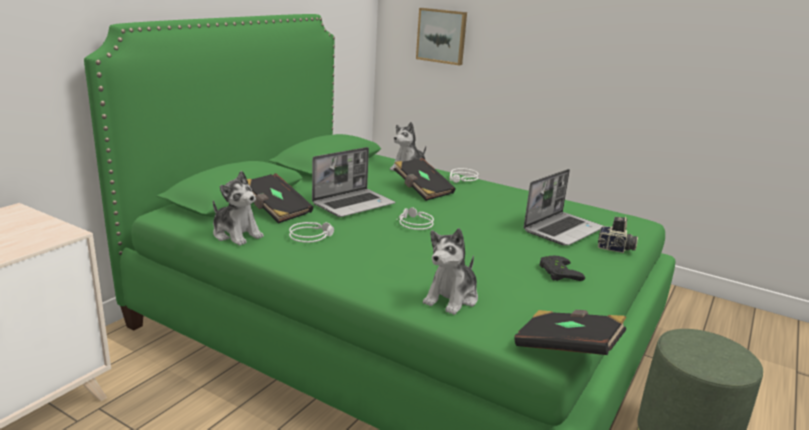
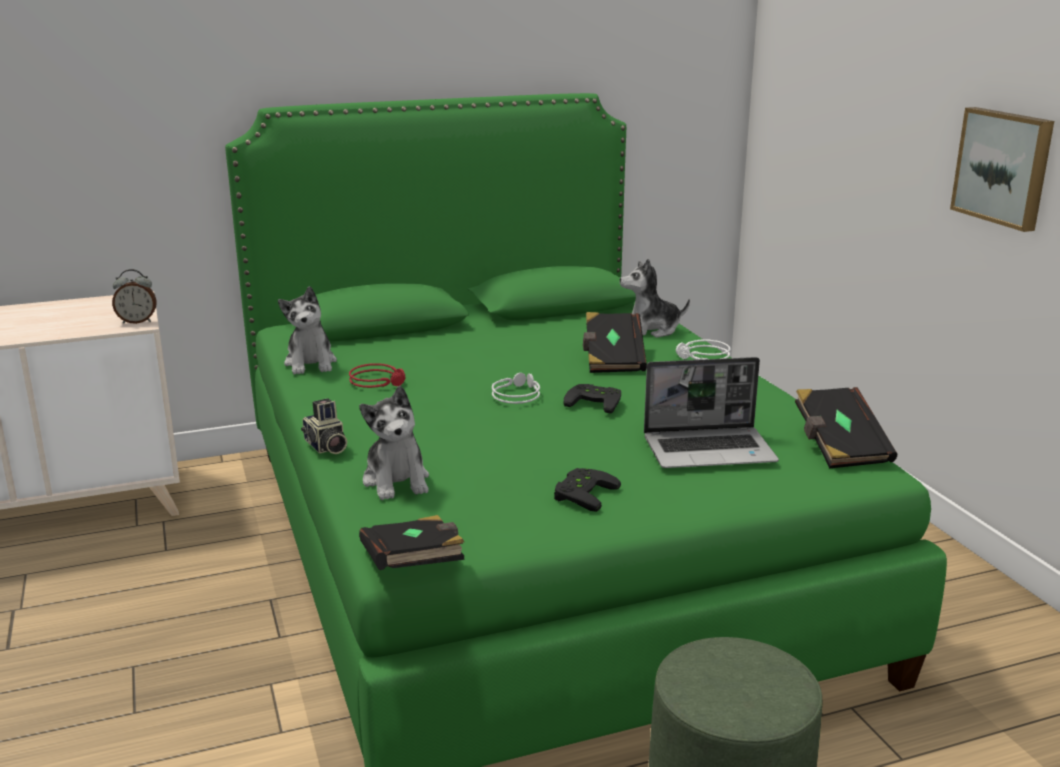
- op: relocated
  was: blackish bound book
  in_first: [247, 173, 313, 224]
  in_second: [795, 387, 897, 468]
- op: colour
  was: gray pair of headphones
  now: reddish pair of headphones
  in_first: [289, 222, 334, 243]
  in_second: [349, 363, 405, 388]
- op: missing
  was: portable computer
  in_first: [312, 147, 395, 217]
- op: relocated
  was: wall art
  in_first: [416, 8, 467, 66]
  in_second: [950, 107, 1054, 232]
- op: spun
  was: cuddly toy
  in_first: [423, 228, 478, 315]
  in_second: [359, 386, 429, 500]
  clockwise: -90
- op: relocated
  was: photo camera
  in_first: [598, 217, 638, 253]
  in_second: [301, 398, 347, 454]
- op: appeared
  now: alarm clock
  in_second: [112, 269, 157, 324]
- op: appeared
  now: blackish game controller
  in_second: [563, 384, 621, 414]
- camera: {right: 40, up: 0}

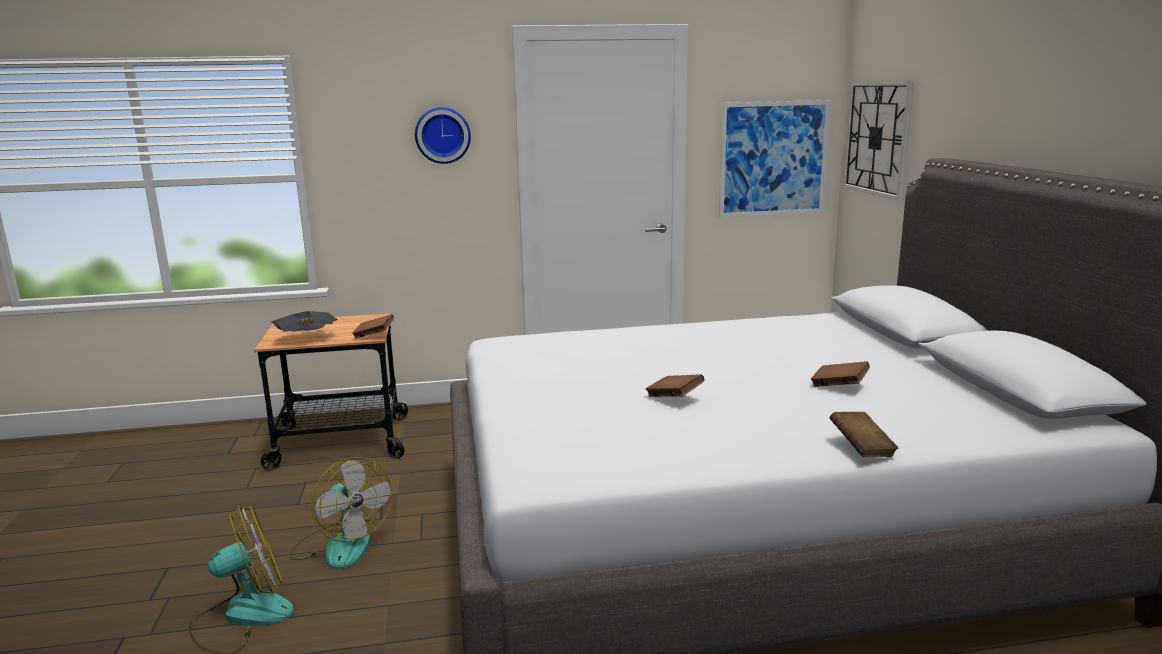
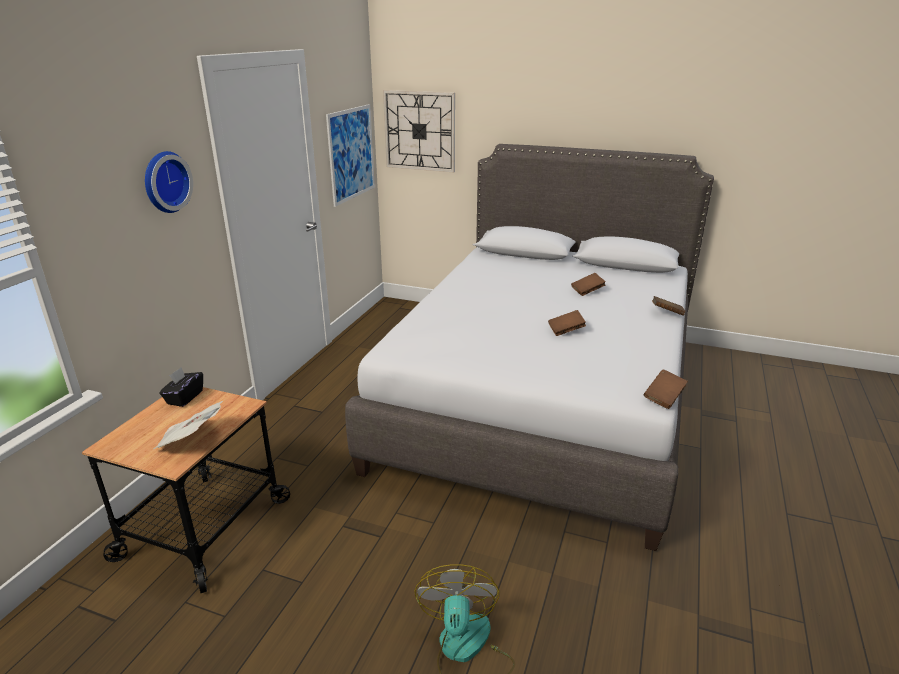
- op: missing
  was: cooling fan
  in_first: [289, 457, 392, 569]
- op: relocated
  was: brownish bound book
  in_first: [352, 314, 394, 339]
  in_second: [644, 369, 688, 409]
- op: appeared
  now: blackish tissue box
  in_second: [159, 367, 203, 407]
- camera: {right: -60, up: 10}

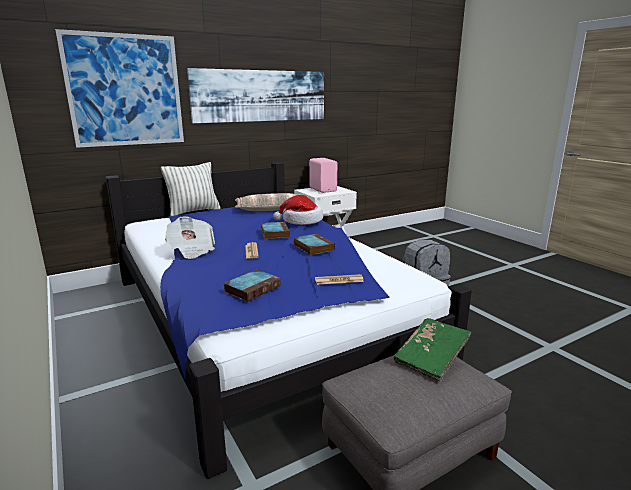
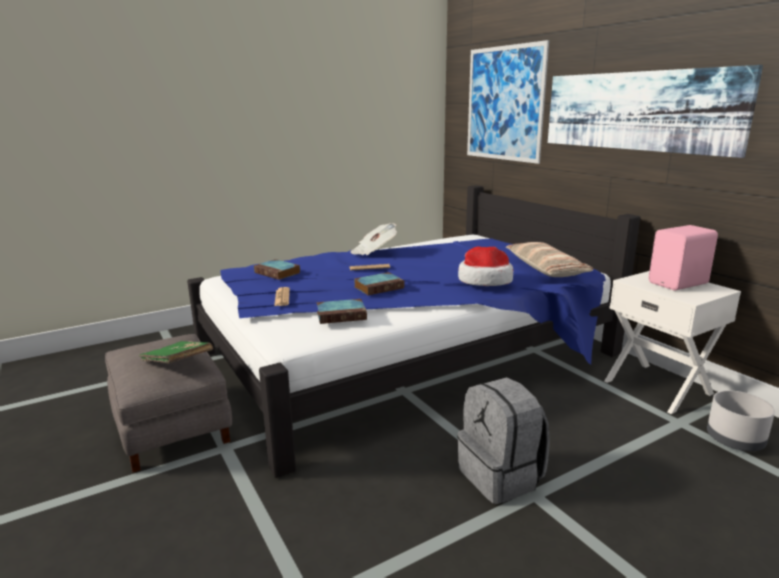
- op: missing
  was: cushion
  in_first: [161, 162, 221, 217]
- op: relocated
  was: bound book
  in_first: [261, 222, 290, 239]
  in_second: [317, 299, 367, 324]
- op: appeared
  now: gray plant pot
  in_second: [707, 390, 775, 451]
- camera: {right: 90, up: 0}

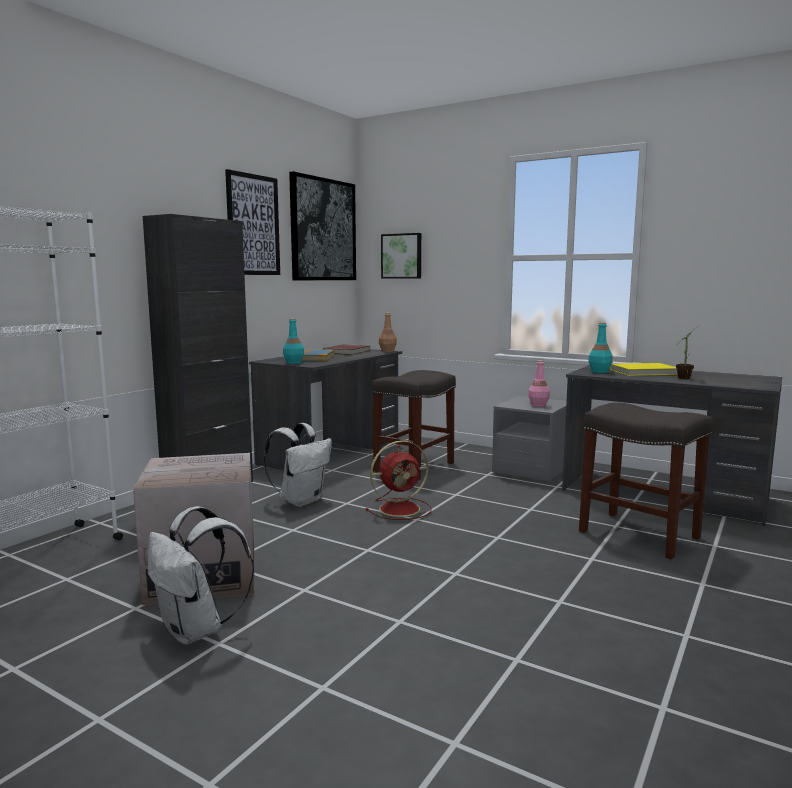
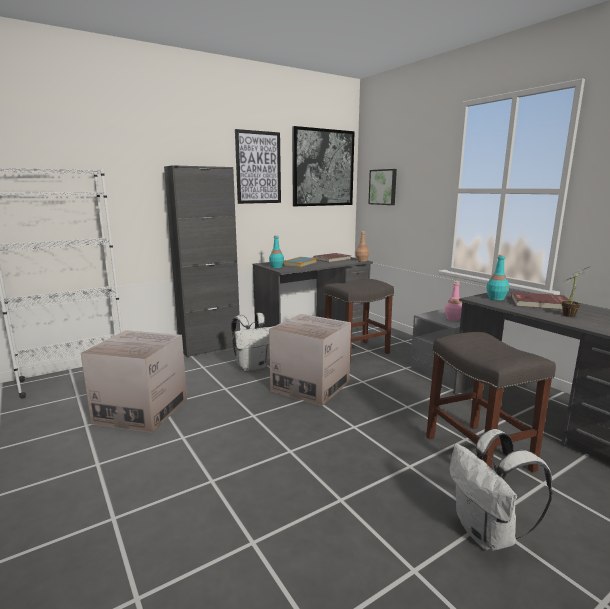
- op: relocated
  was: white-coloured knapsack
  in_first: [147, 506, 254, 645]
  in_second: [449, 429, 553, 551]
- op: exchanged
  was: reddish cooling fan
  now: cardboard box
  in_first: [365, 440, 431, 520]
  in_second: [269, 314, 351, 406]
- op: colour
  was: yellow bound book
  now: reddish bound book
  in_first: [610, 363, 678, 376]
  in_second: [511, 292, 569, 310]
- camera: {right: 25, up: 5}

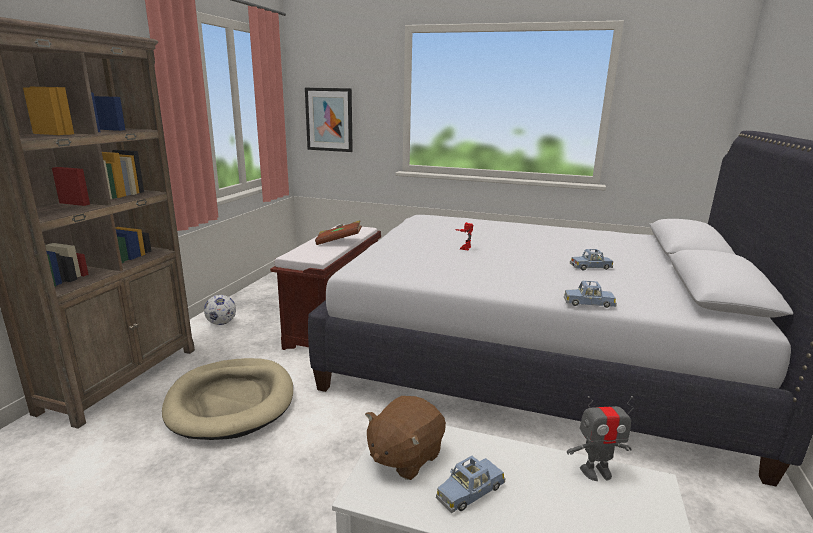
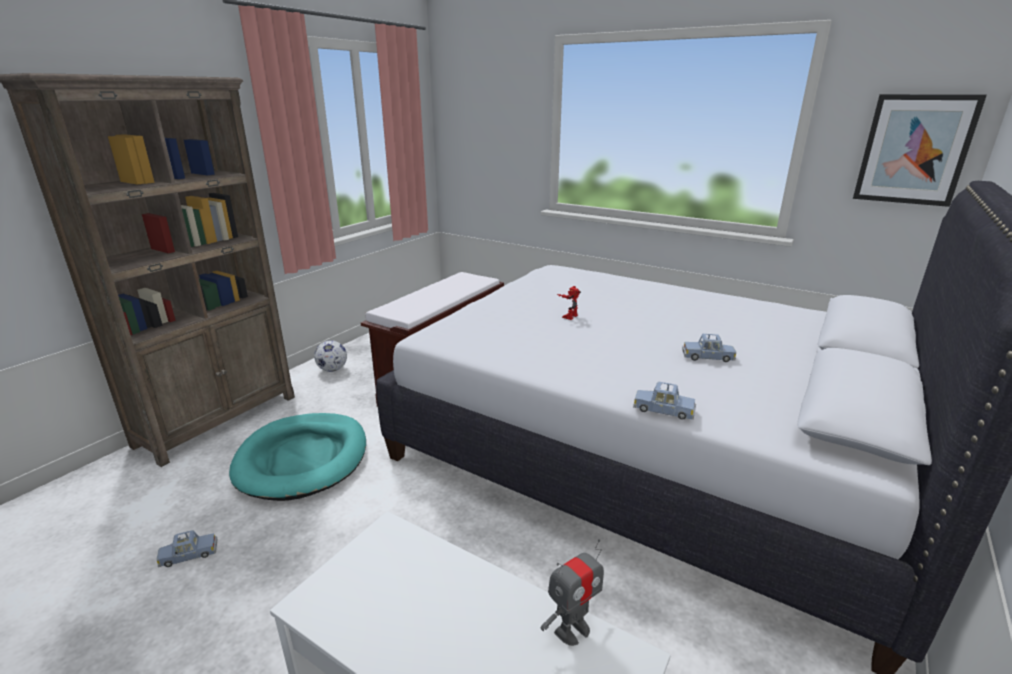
- op: colour
  was: beige dog cushion
  now: blue-green dog cushion
  in_first: [162, 358, 293, 440]
  in_second: [229, 413, 366, 501]
- op: relocated
  was: wall art
  in_first: [305, 88, 353, 152]
  in_second: [853, 94, 987, 207]
- op: missing
  was: brownish bound book
  in_first: [315, 220, 362, 245]
- op: missing
  was: brownish cuddly toy
  in_first: [365, 396, 446, 480]
- op: relocated
  was: blue miniature car
  in_first: [436, 456, 506, 513]
  in_second: [156, 530, 218, 567]
- op: spun
  was: toy robot
  in_first: [567, 396, 634, 481]
  in_second: [541, 539, 604, 646]
  clockwise: -45
- camera: {right: 15, up: 5}

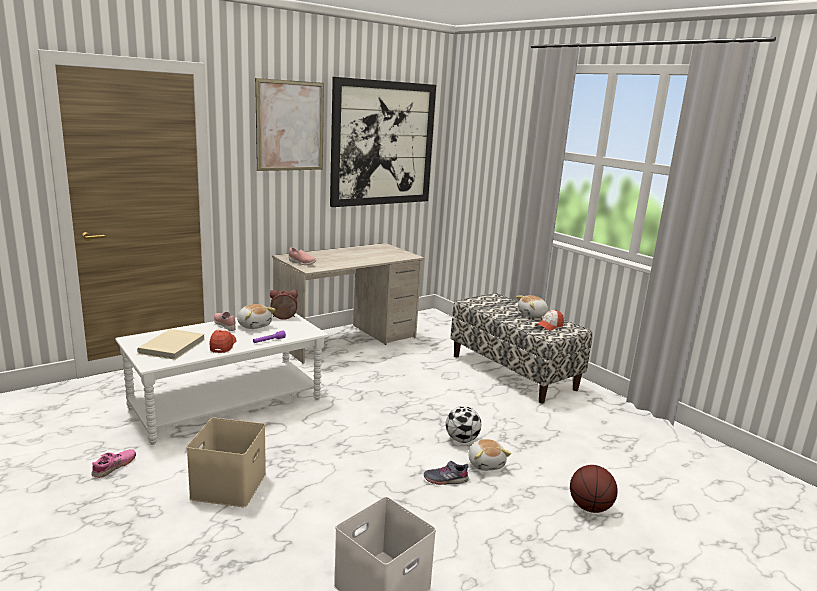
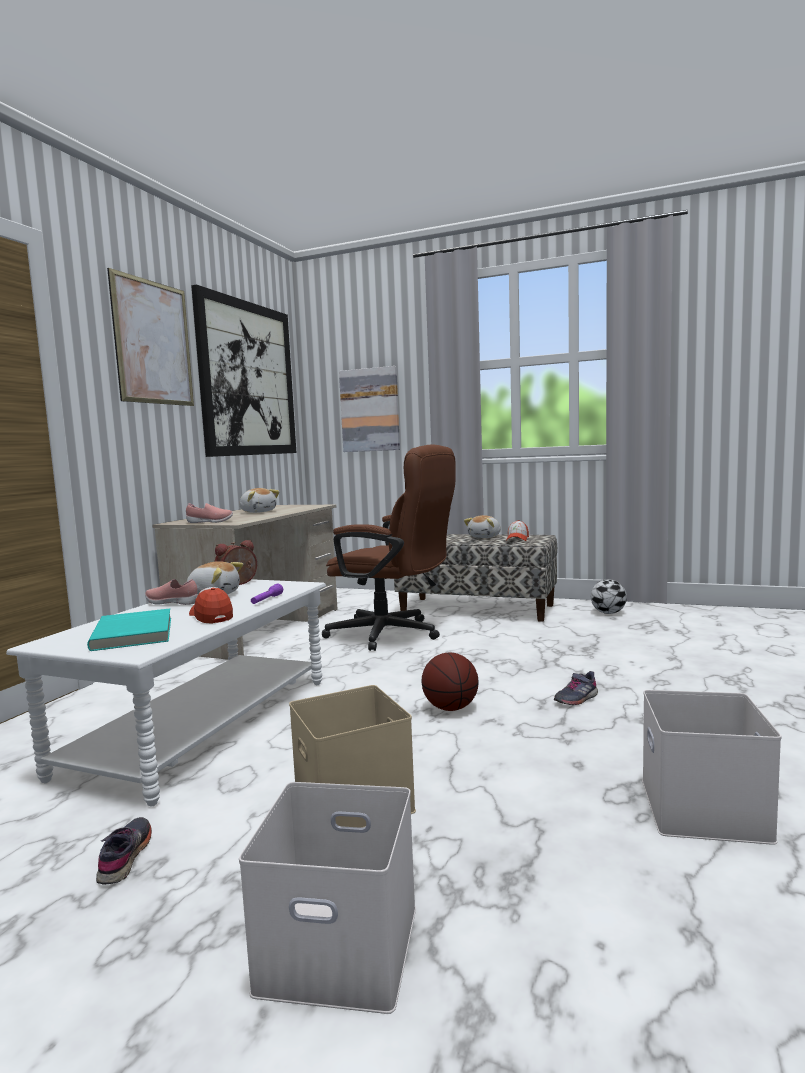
- op: colour
  was: pinkish low shoe
  now: gray low shoe
  in_first: [91, 449, 136, 478]
  in_second: [96, 817, 152, 885]
- op: colour
  was: beige bound book
  now: blue-green bound book
  in_first: [137, 329, 205, 360]
  in_second: [87, 609, 171, 651]
- op: relocated
  was: football ball
  in_first: [446, 406, 481, 443]
  in_second: [591, 579, 627, 614]
- op: relocated
  was: cuddly toy
  in_first: [469, 439, 511, 471]
  in_second: [239, 488, 280, 513]
- op: relocated
  was: basketball ball
  in_first: [570, 465, 618, 513]
  in_second: [421, 653, 479, 711]
- op: appeared
  now: white-coloured storage bin
  in_second: [239, 782, 416, 1014]
- op: appeared
  now: brownish computer chair
  in_second: [322, 445, 455, 651]
- op: appeared
  now: wall art
  in_second: [339, 366, 400, 452]
- camera: {right: -30, up: -10}

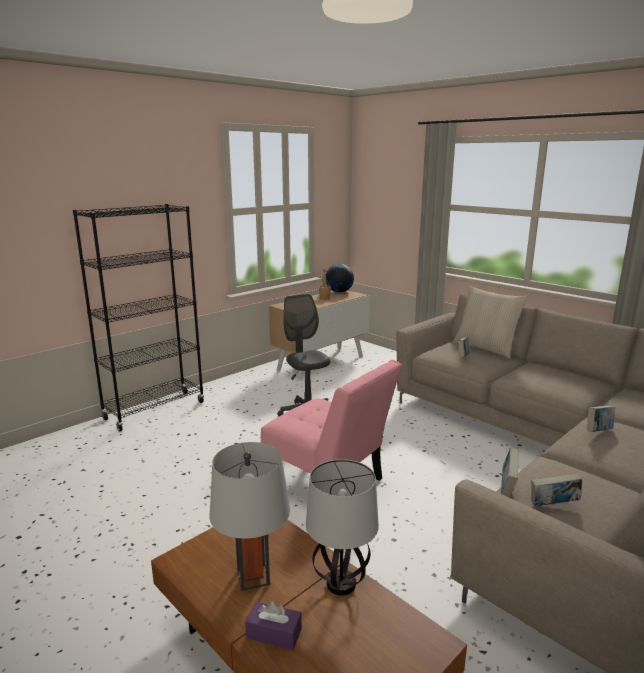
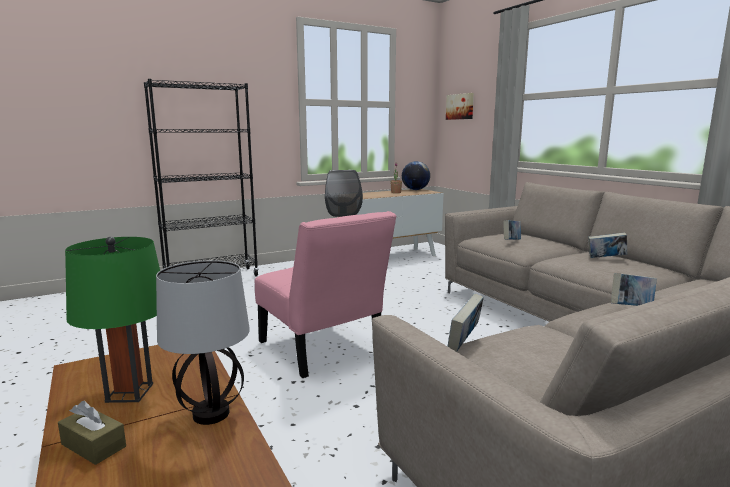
- op: colour
  was: gray lamp for a table
  now: green lamp for a table
  in_first: [209, 442, 290, 591]
  in_second: [65, 237, 160, 403]
- op: colour
  was: purple-coloured tissue box
  now: brownish tissue box
  in_first: [245, 601, 302, 650]
  in_second: [58, 401, 126, 465]
- op: missing
  was: beige cushion
  in_first: [453, 286, 528, 359]
- op: relocated
  was: bound book
  in_first: [531, 473, 582, 507]
  in_second: [588, 232, 627, 258]
- op: appeared
  now: wall art
  in_second: [446, 93, 474, 120]
- camera: {right: 15, up: -5}

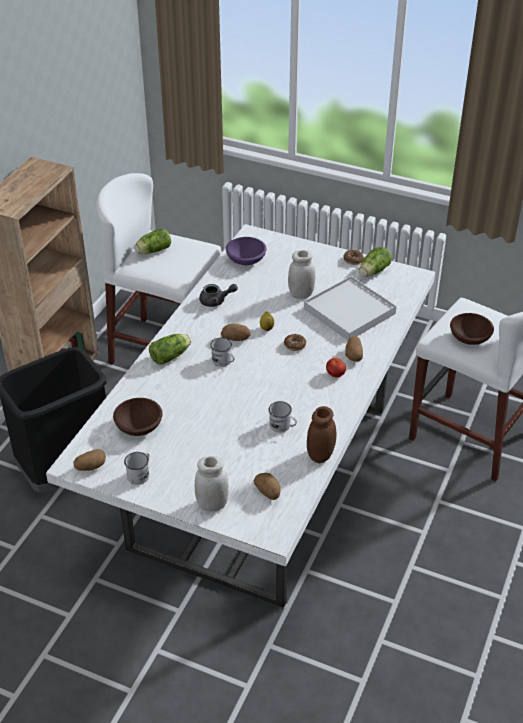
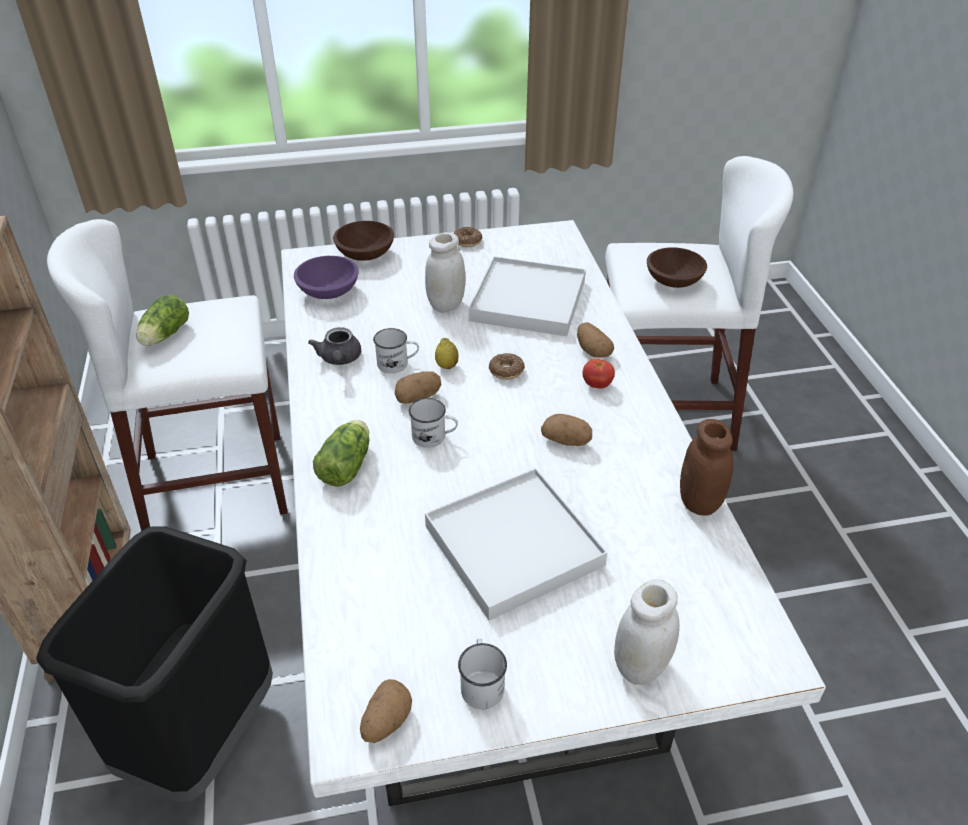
- op: relocated
  was: brownish bowl
  in_first: [113, 398, 163, 436]
  in_second: [333, 221, 394, 261]
- op: spun
  was: gray tea pot
  in_first: [199, 284, 238, 307]
  in_second: [308, 327, 361, 365]
  clockwise: 120
- op: relocated
  was: spud
  in_first: [254, 473, 281, 500]
  in_second: [541, 414, 592, 446]
- op: relocated
  was: white-coloured tea mug
  in_first: [269, 401, 297, 433]
  in_second: [373, 328, 419, 373]
- op: missing
  was: head of lettuce
  in_first: [359, 247, 392, 277]
- op: appeared
  now: white-coloured serving tray
  in_second: [425, 468, 608, 621]
- camera: {right: -35, up: 0}

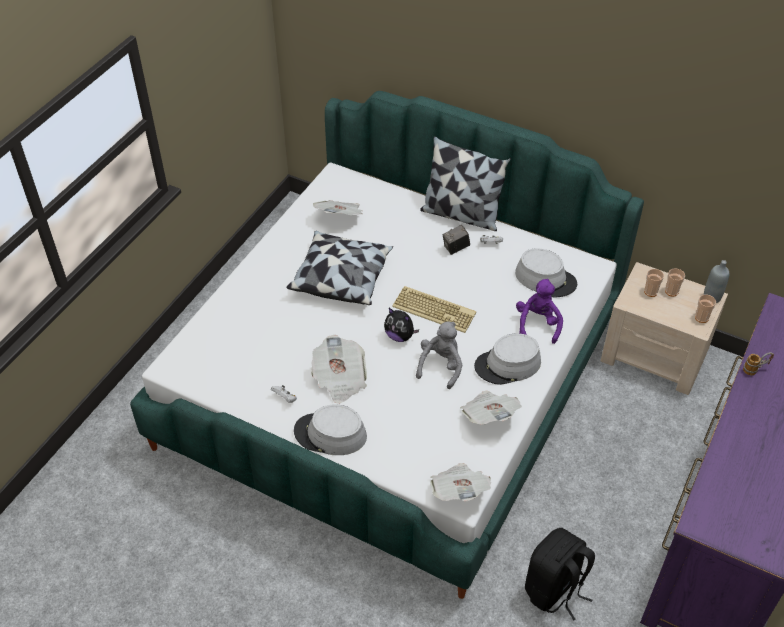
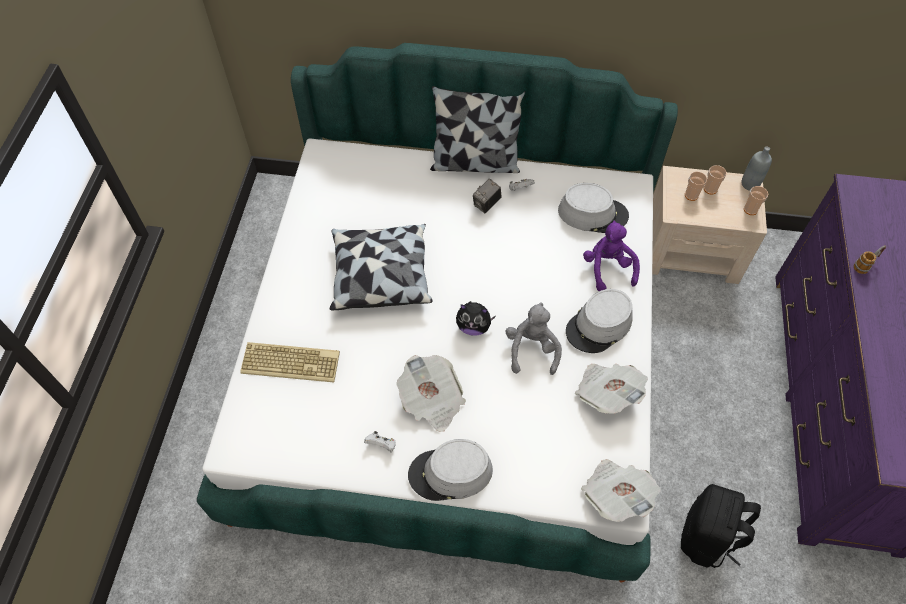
- op: missing
  was: newspaper
  in_first: [313, 200, 363, 215]
- op: relocated
  was: PC keyboard
  in_first: [392, 286, 476, 333]
  in_second: [240, 342, 340, 382]
- camera: {right: -20, up: 10}

